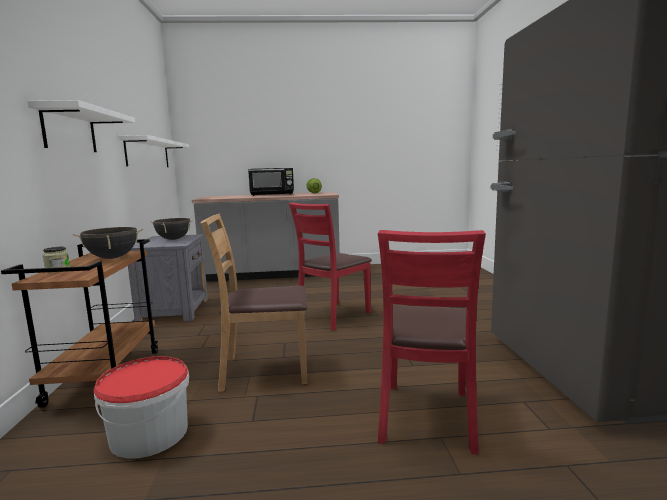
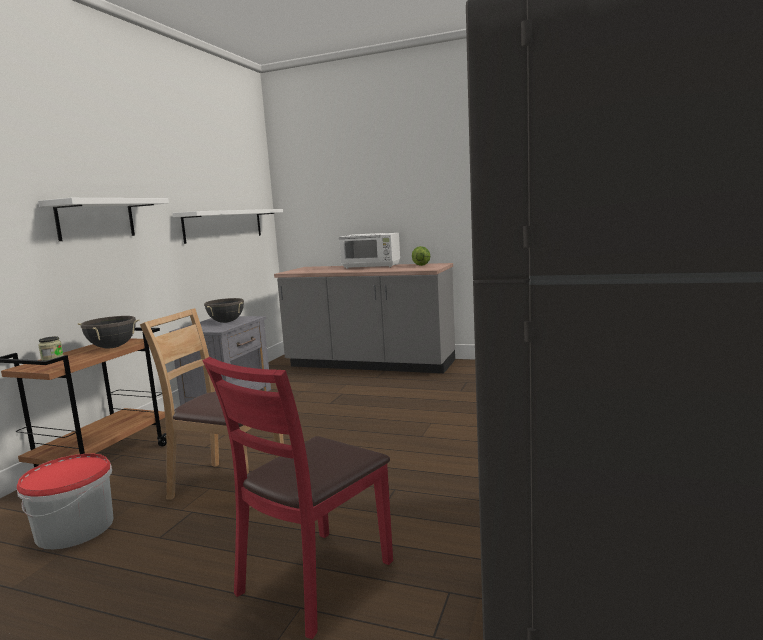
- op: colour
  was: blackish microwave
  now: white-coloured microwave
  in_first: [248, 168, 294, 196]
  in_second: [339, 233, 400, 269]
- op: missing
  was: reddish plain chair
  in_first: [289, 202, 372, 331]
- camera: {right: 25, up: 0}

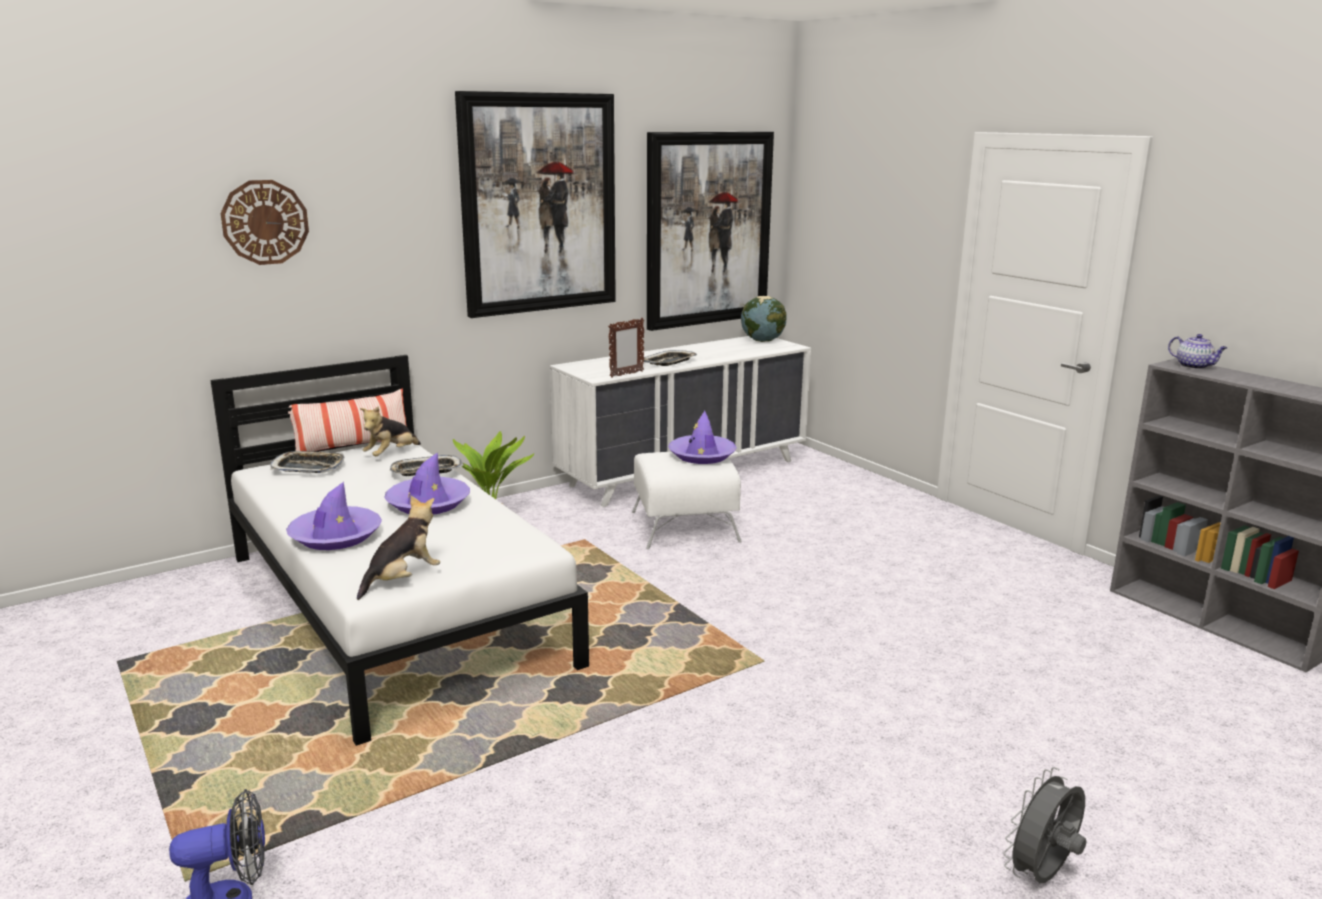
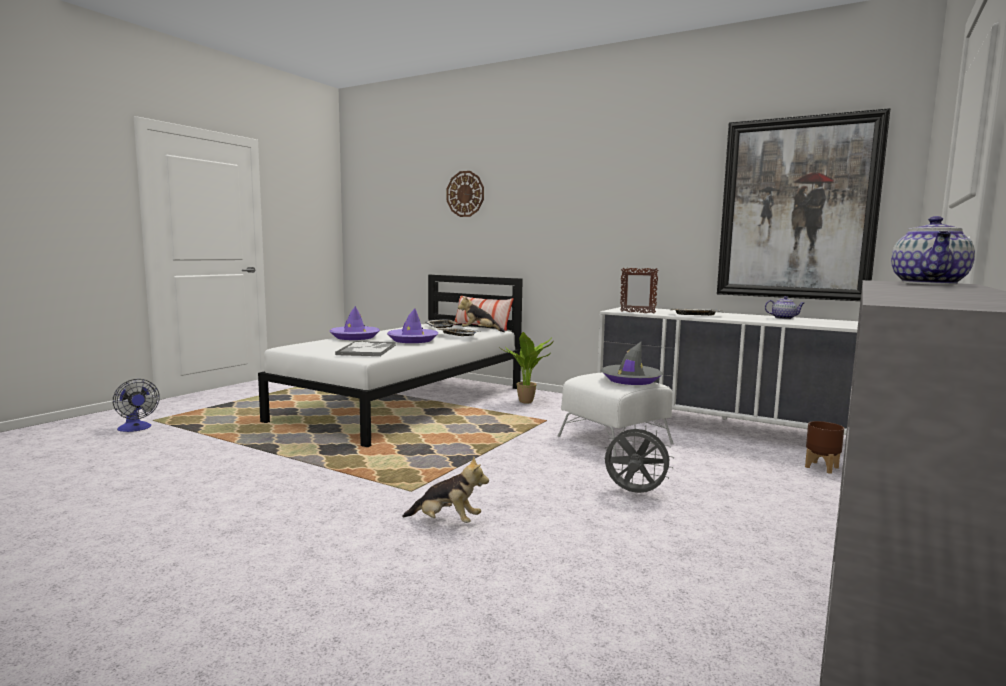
- op: relocated
  was: cuddly toy
  in_first: [357, 496, 440, 600]
  in_second: [402, 456, 489, 523]
- op: missing
  was: wall art
  in_first: [455, 91, 616, 318]
- op: colour
  was: purple-coloured clothing hat
  now: gray clothing hat
  in_first: [668, 411, 737, 464]
  in_second: [601, 341, 662, 385]
- op: missing
  was: globe
  in_first: [741, 296, 787, 342]
- op: relocated
  was: gray cooling fan
  in_first: [1003, 767, 1086, 883]
  in_second: [604, 424, 674, 493]
- op: appeared
  now: serving tray
  in_second: [335, 341, 396, 356]
- op: appeared
  now: tea pot
  in_second: [765, 296, 804, 319]
- op: appeared
  now: brownish plant pot
  in_second: [805, 421, 844, 474]
- camera: {right: 65, up: -10}

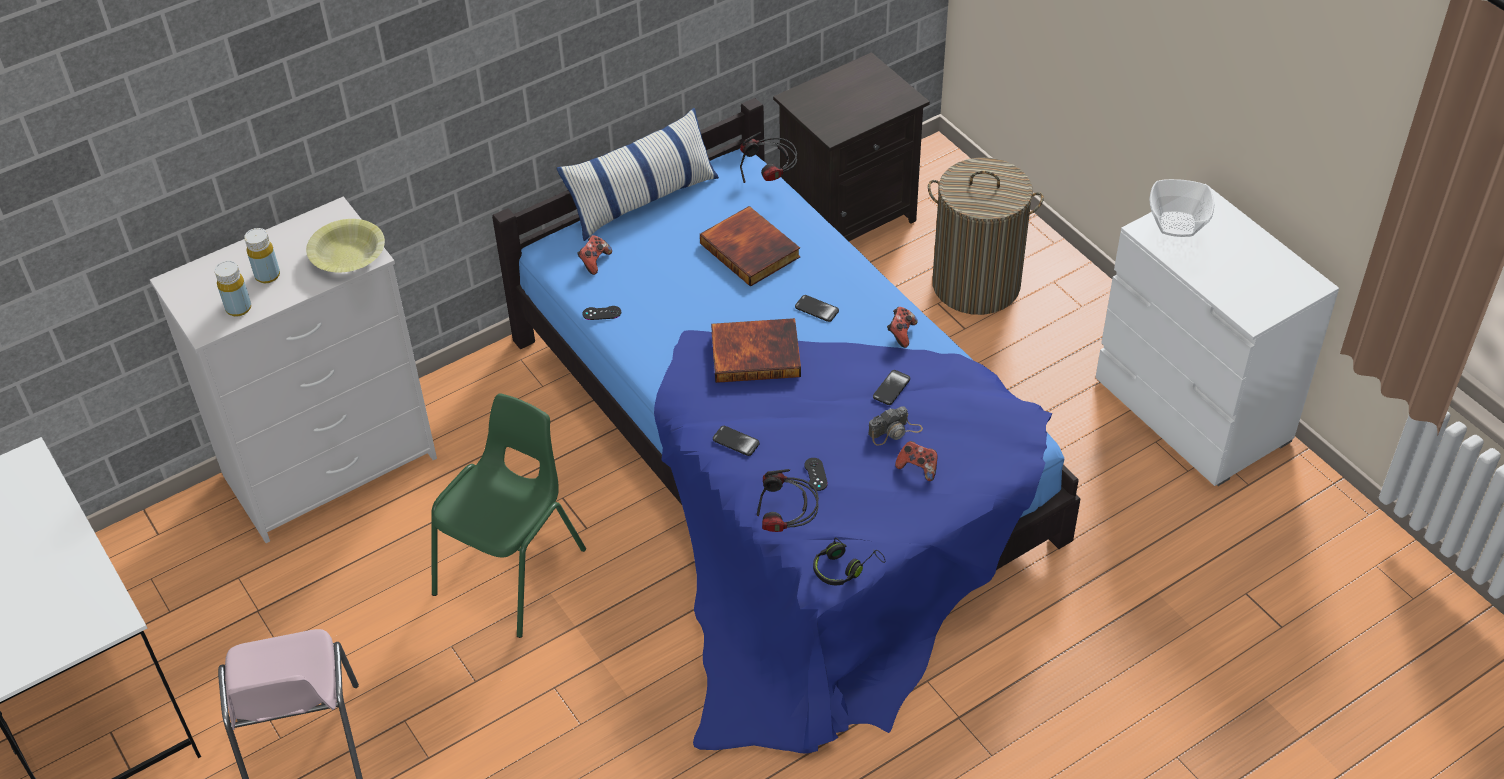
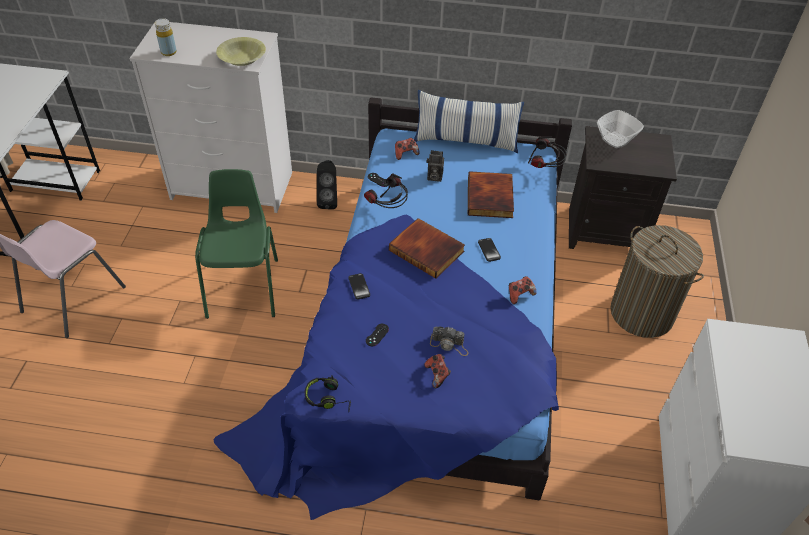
- op: missing
  was: yellow bottle
  in_first: [244, 228, 280, 283]
- op: spun
  was: green plain chair
  in_first: [431, 393, 586, 638]
  in_second: [195, 169, 278, 319]
  clockwise: -75
- op: relocated
  was: pair of headphones
  in_first: [757, 469, 819, 532]
  in_second: [364, 173, 408, 208]
- op: missing
  was: phone
  in_first: [873, 370, 910, 405]
- op: relocated
  was: bowl
  in_first: [1149, 179, 1214, 237]
  in_second: [597, 110, 644, 148]
- op: appeared
  now: blackish loudspeaker
  in_second: [317, 160, 337, 209]
- op: appeared
  now: photo camera
  in_second: [427, 150, 444, 182]
- camera: {right: 40, up: 0}

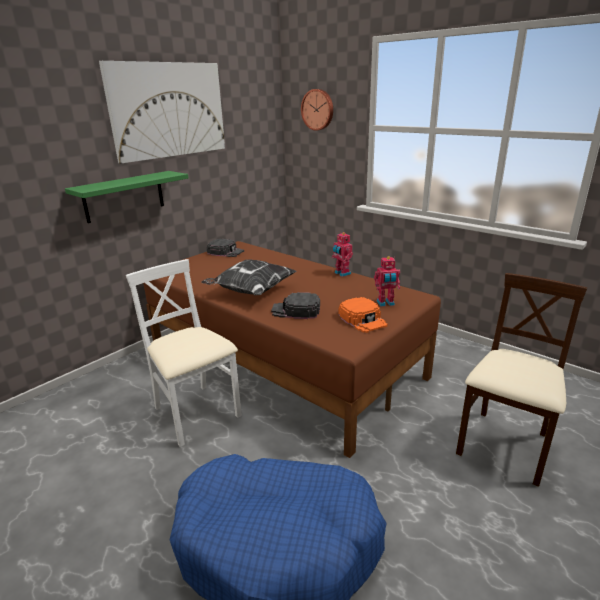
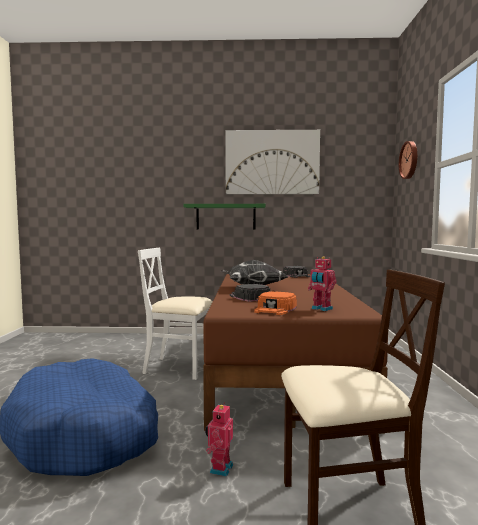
- op: spun
  was: white-coloured plain chair
  in_first: [126, 259, 242, 447]
  in_second: [138, 248, 213, 380]
  clockwise: -90
- op: relocated
  was: toy robot
  in_first: [332, 232, 353, 277]
  in_second: [205, 402, 233, 477]
- camera: {right: 50, up: -20}

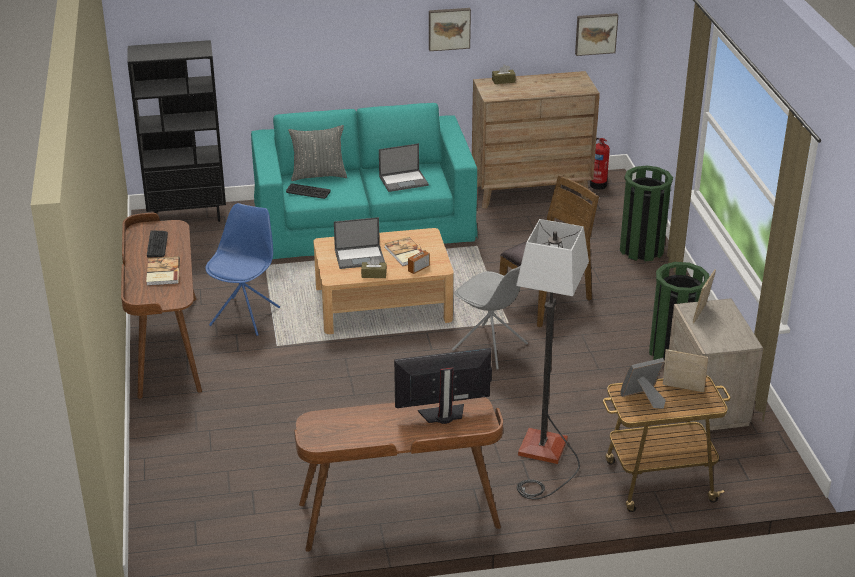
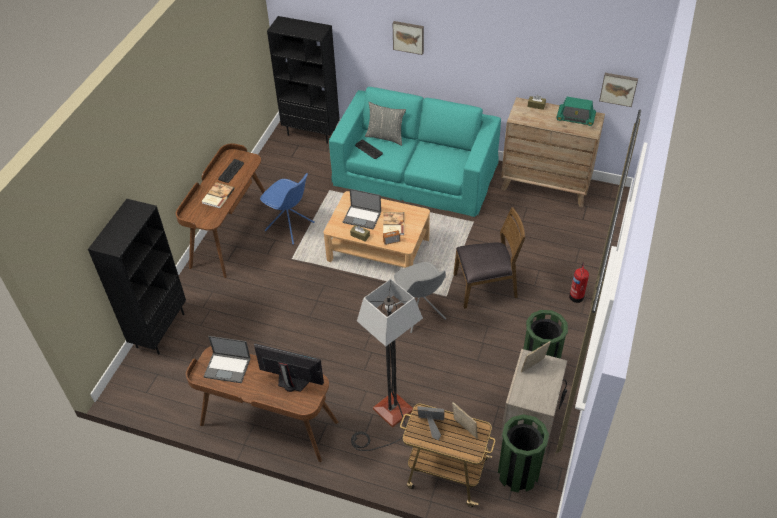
- op: spun
  was: blue plain chair
  in_first: [205, 203, 280, 336]
  in_second: [260, 173, 315, 244]
  clockwise: 75
- op: relocated
  was: portable computer
  in_first: [379, 143, 429, 192]
  in_second: [204, 336, 251, 383]
- op: relocated
  was: wall art
  in_first: [429, 8, 471, 51]
  in_second: [393, 21, 424, 55]
- op: relocated
  was: extinguisher
  in_first: [590, 138, 610, 190]
  in_second: [569, 263, 589, 303]
- op: relocated
  was: green rubbish bin
  in_first: [620, 166, 673, 262]
  in_second: [498, 414, 549, 493]
- op: appeared
  now: blackish bookcase
  in_second: [88, 199, 186, 354]
- op: appeared
  now: radio receiver
  in_second: [556, 97, 596, 126]
- camera: {right: 30, up: 15}

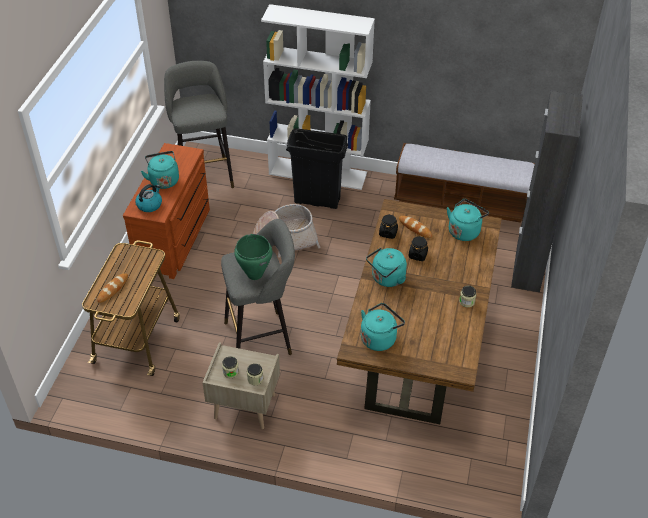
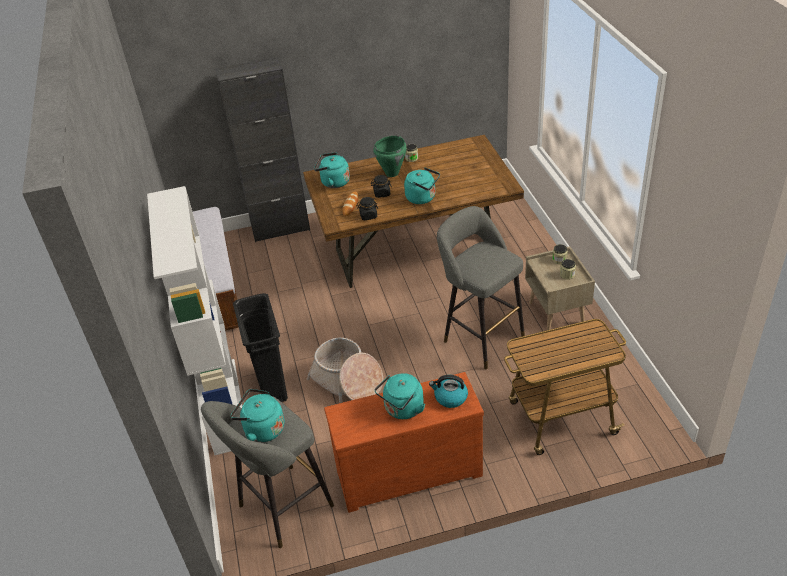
- op: missing
  was: baked bread
  in_first: [97, 273, 128, 303]
- op: relocated
  was: green cooking pot
  in_first: [234, 234, 272, 280]
  in_second: [373, 136, 407, 177]
- op: relocated
  was: blue-green tea kettle
  in_first: [361, 303, 405, 351]
  in_second: [231, 389, 284, 442]
- camera: {right: -115, up: -5}

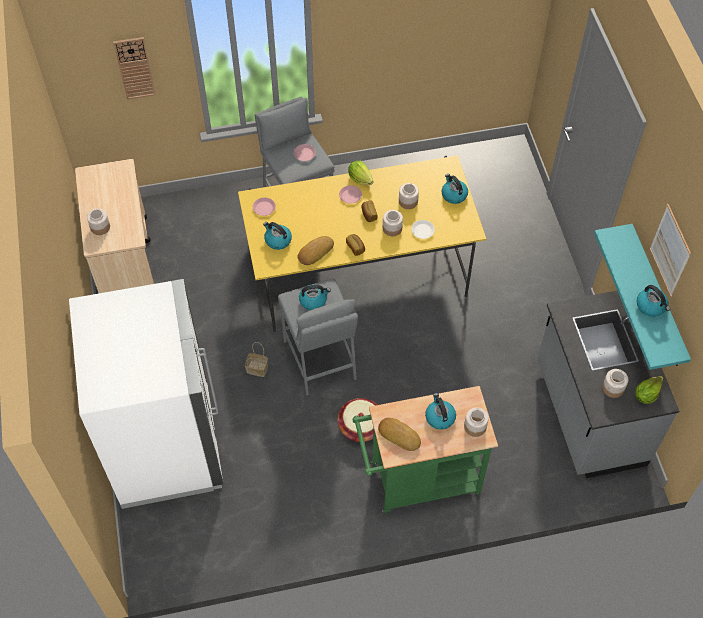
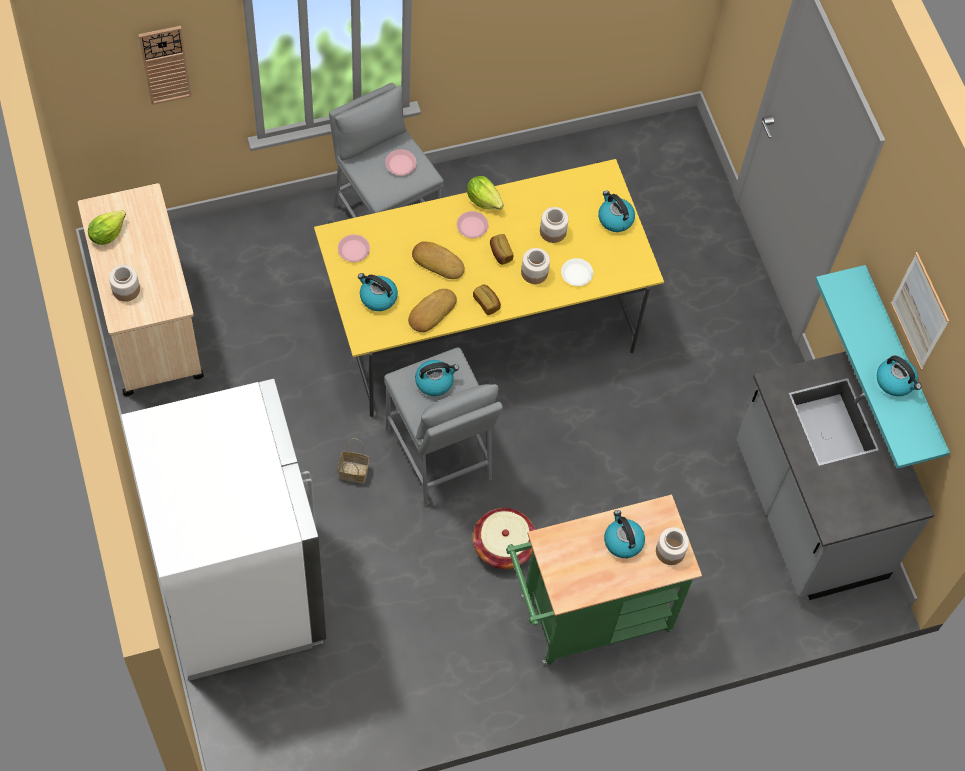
- op: relocated
  was: baked bread
  in_first: [378, 417, 421, 451]
  in_second: [412, 241, 465, 279]
- op: missing
  was: storage jar
  in_first: [602, 369, 628, 398]
- op: relocated
  was: head of lettuce
  in_first: [635, 376, 664, 404]
  in_second: [88, 210, 126, 245]
- camera: {right: -10, up: 5}

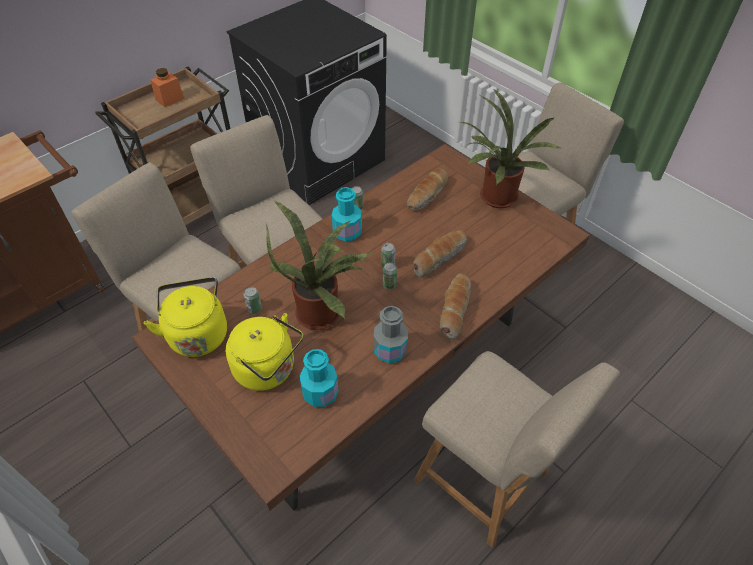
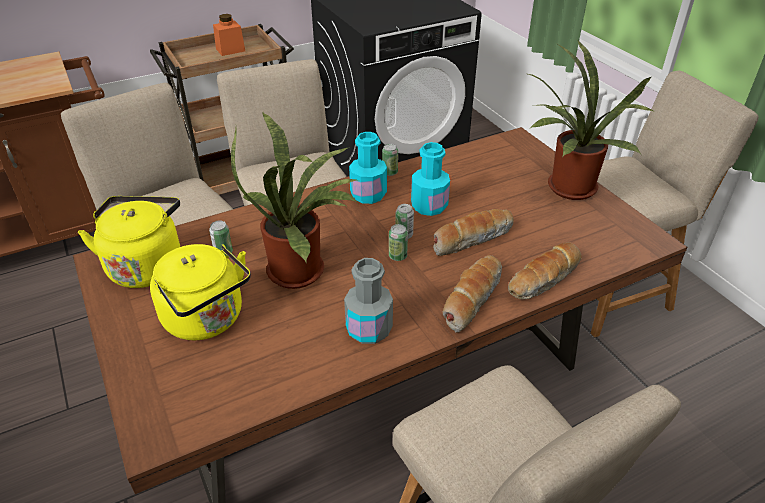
- op: relocated
  was: blue-green bottle
  in_first: [299, 349, 339, 407]
  in_second: [411, 142, 450, 216]
- op: relocated
  was: baked bread
  in_first: [407, 168, 448, 211]
  in_second: [508, 242, 581, 299]
- camera: {right: 15, up: -10}

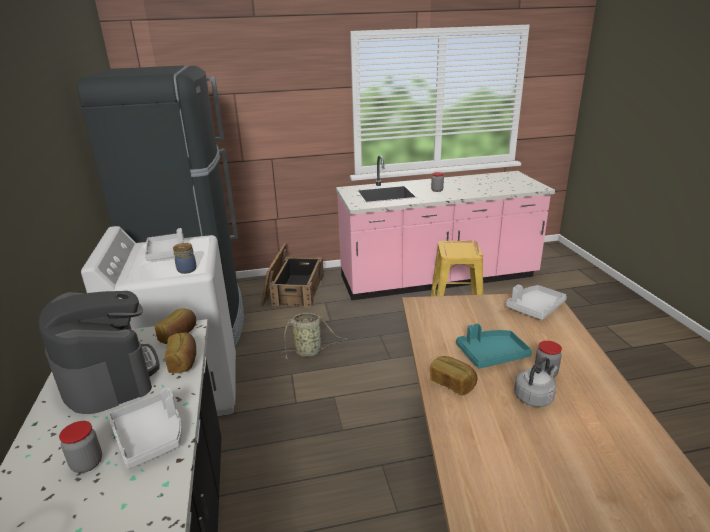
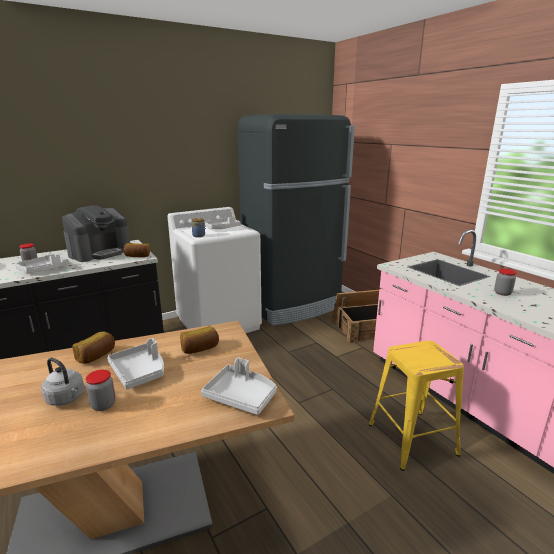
- op: relocated
  was: baked bread
  in_first: [165, 332, 196, 373]
  in_second: [180, 326, 219, 354]
- op: missing
  was: storage basket
  in_first: [281, 313, 347, 359]
- op: colour
  was: blue-green serving tray
  now: gray serving tray
  in_first: [456, 323, 532, 368]
  in_second: [107, 338, 164, 389]
- camera: {right: 70, up: -5}

